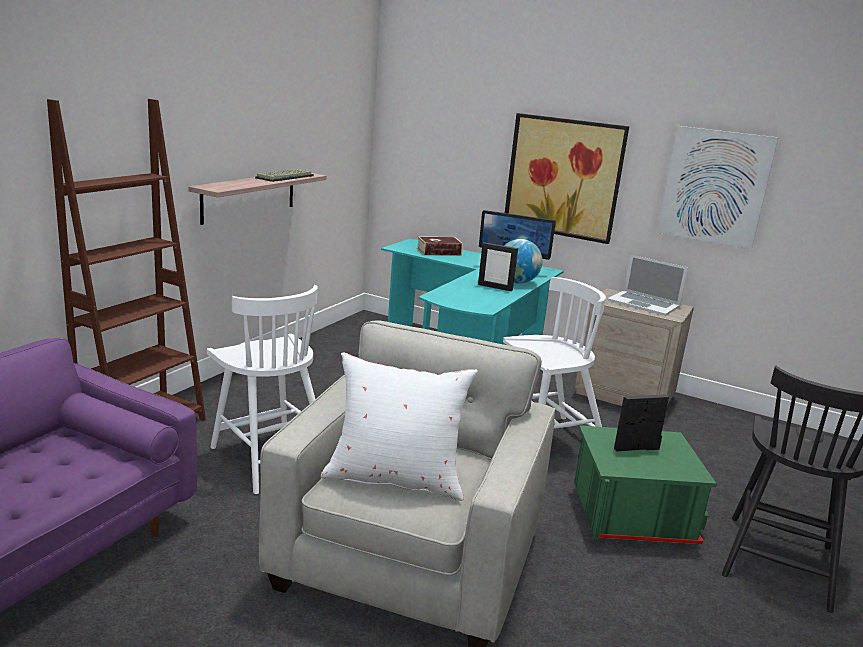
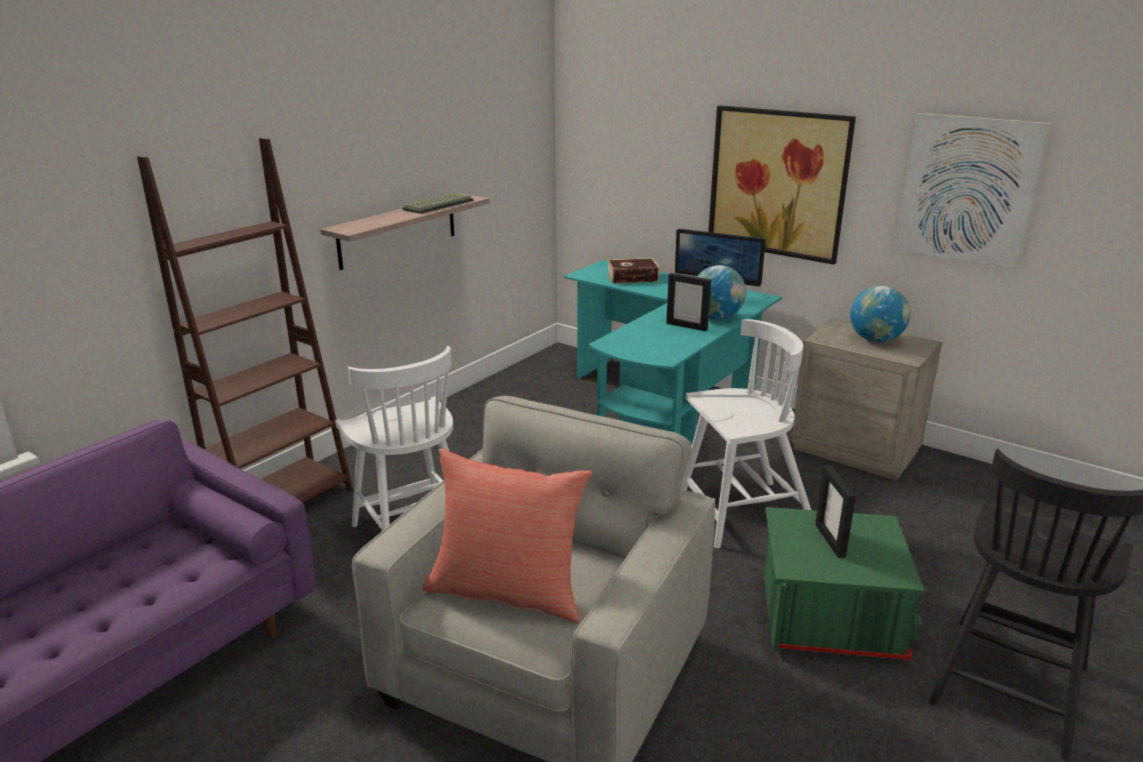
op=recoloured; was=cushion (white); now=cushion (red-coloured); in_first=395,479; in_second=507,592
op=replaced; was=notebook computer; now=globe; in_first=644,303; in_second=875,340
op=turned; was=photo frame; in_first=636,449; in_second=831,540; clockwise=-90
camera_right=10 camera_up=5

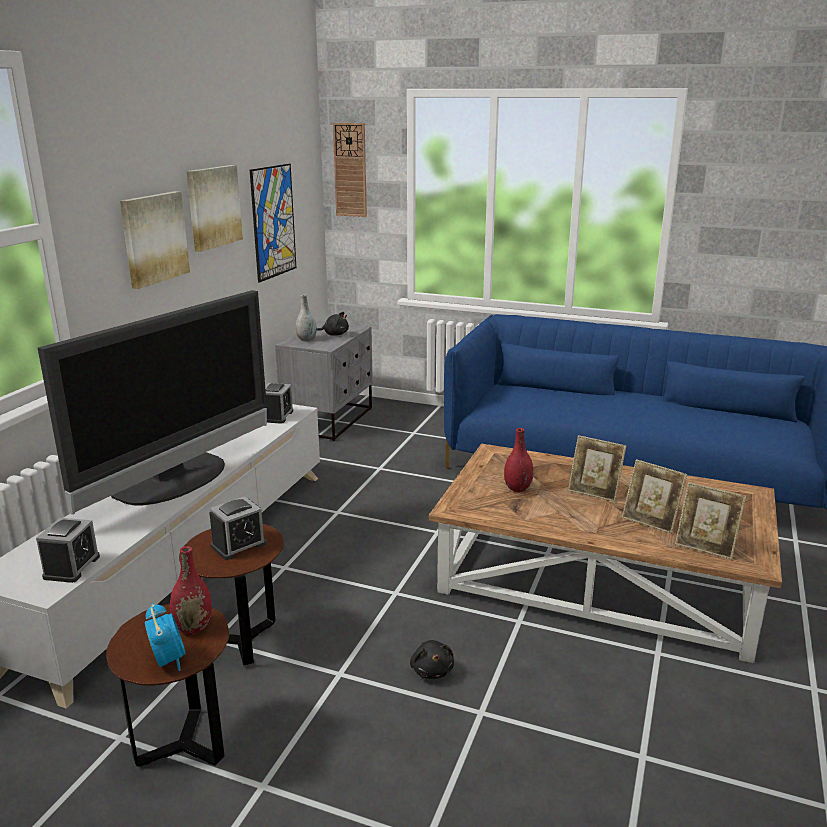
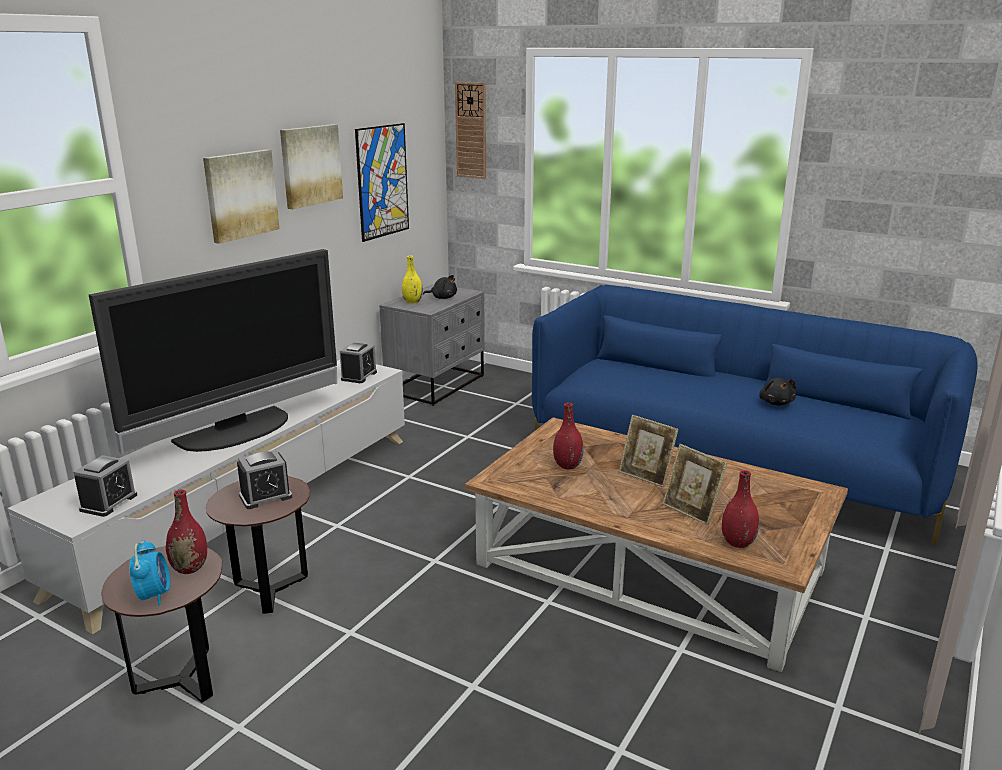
op=recoloured; was=decorative vase (grey); now=decorative vase (yellowish); in_first=306,340; in_second=412,302
op=moved; was=soft toy (black); in_first=432,670; in_second=776,403
op=replaced; was=photo frame; now=decorative vase (red-coloured); in_first=705,547; in_second=737,543
camera_right=10 camera_up=0

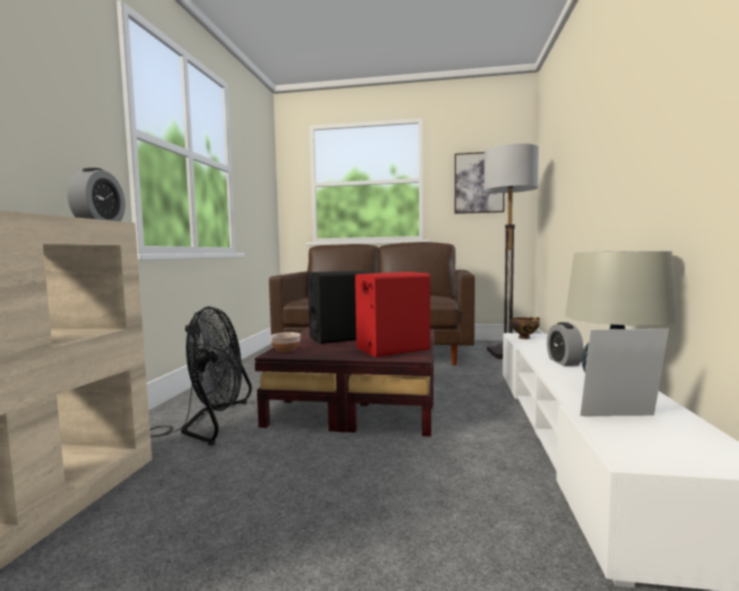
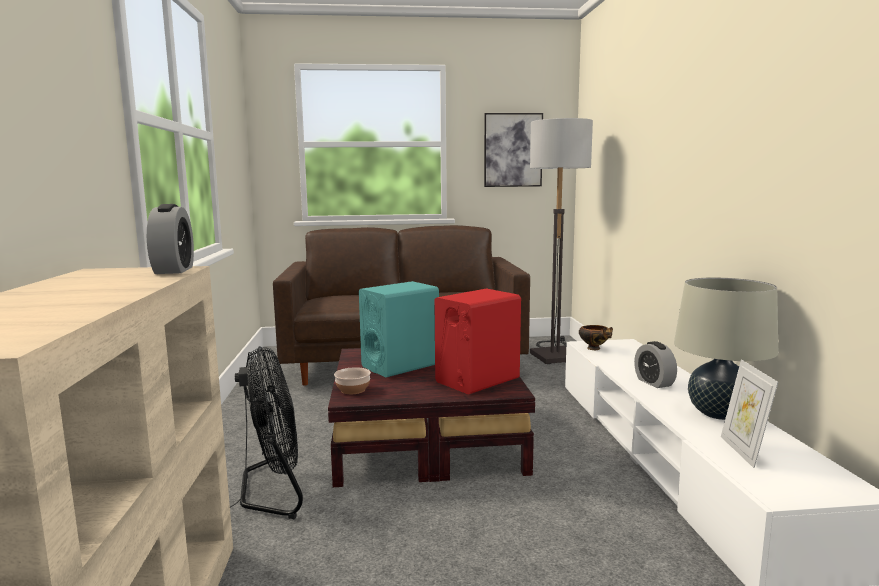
op=recoloured; was=speaker (black); now=speaker (turquoise-coloured); in_first=340,338; in_second=401,365
op=turned; was=photo frame; in_first=621,418; in_second=743,451; clockwise=-75
camera_right=-15 camera_up=5

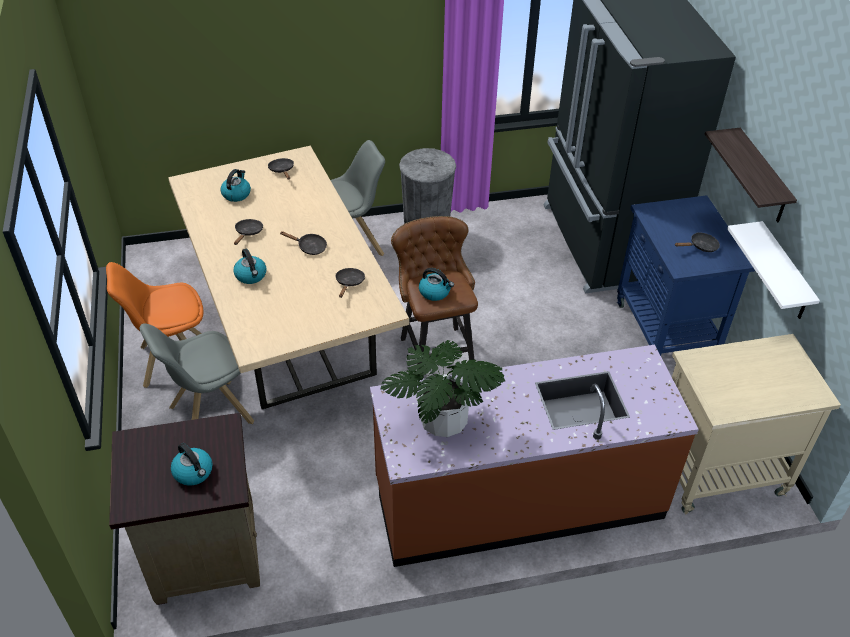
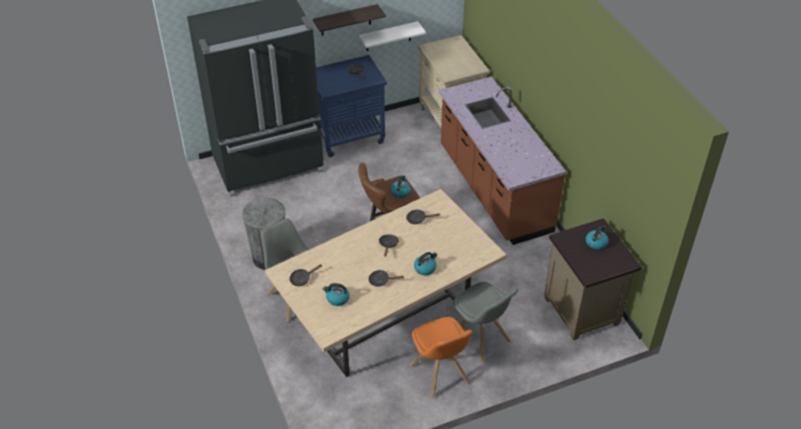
op=removed; was=houseplant; in_first=443,421
camera_right=-100 camera_up=0

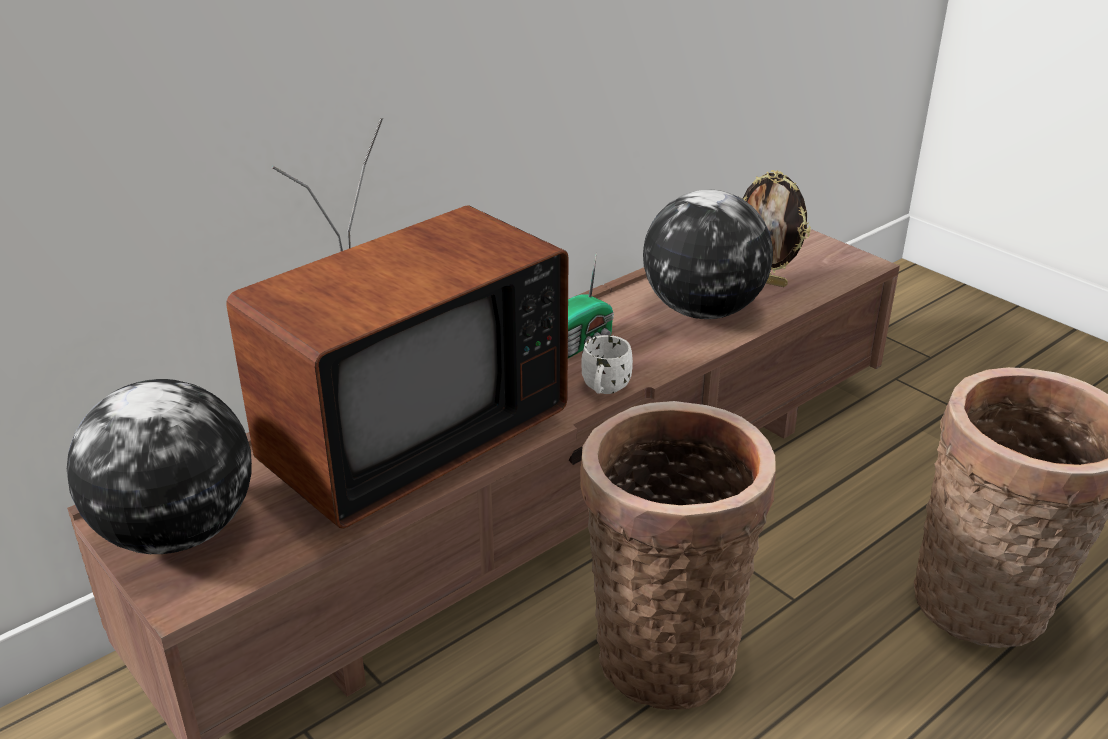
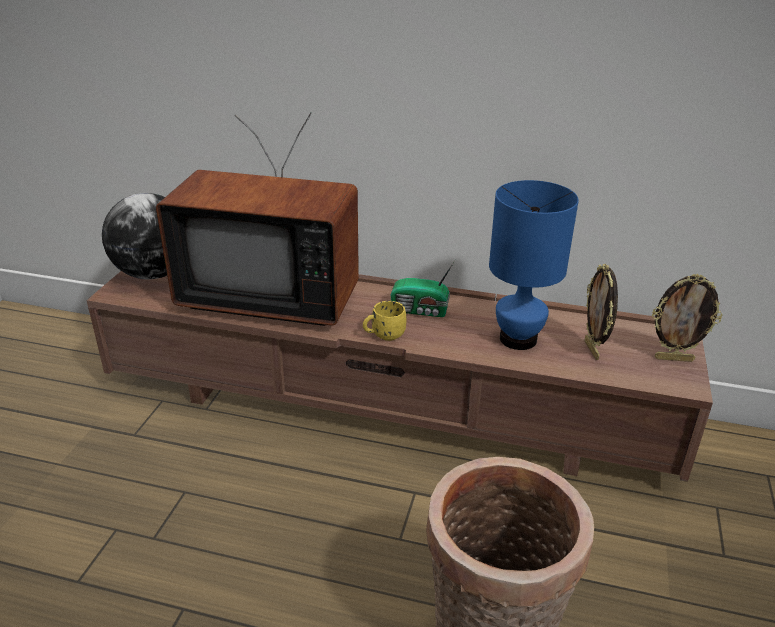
op=removed; was=household basket; in_first=664,648
op=recoloured; was=mug (white); now=mug (yellowish); in_first=604,389; in_second=384,335
op=replaced; was=globe; now=tabletop lamp (bluish); in_first=702,310; in_second=518,338
op=added; now=photo frame; in_second=674,358
camera_right=55 camera_up=0

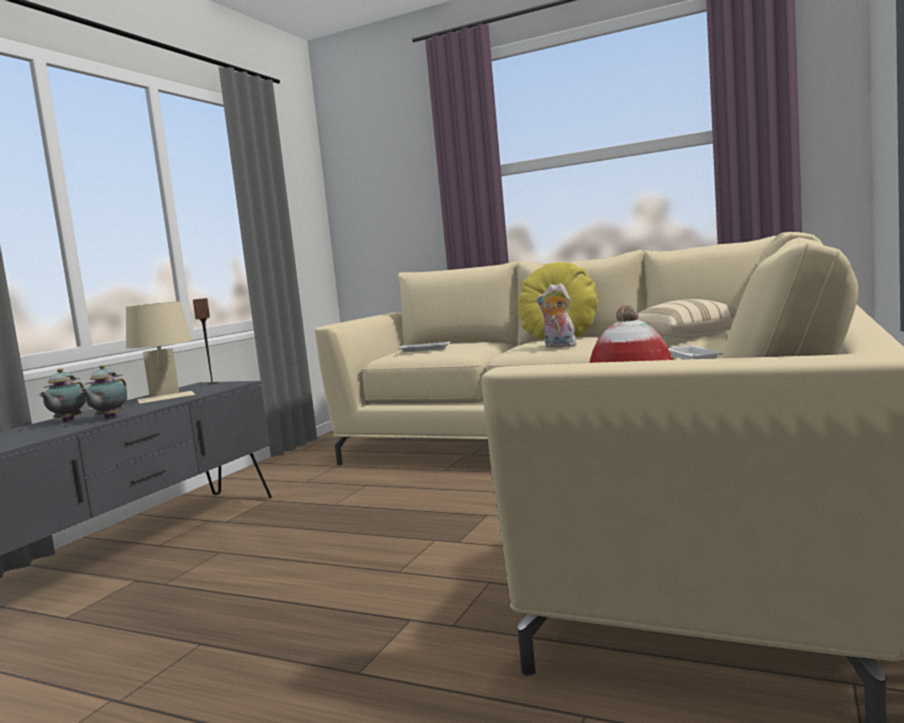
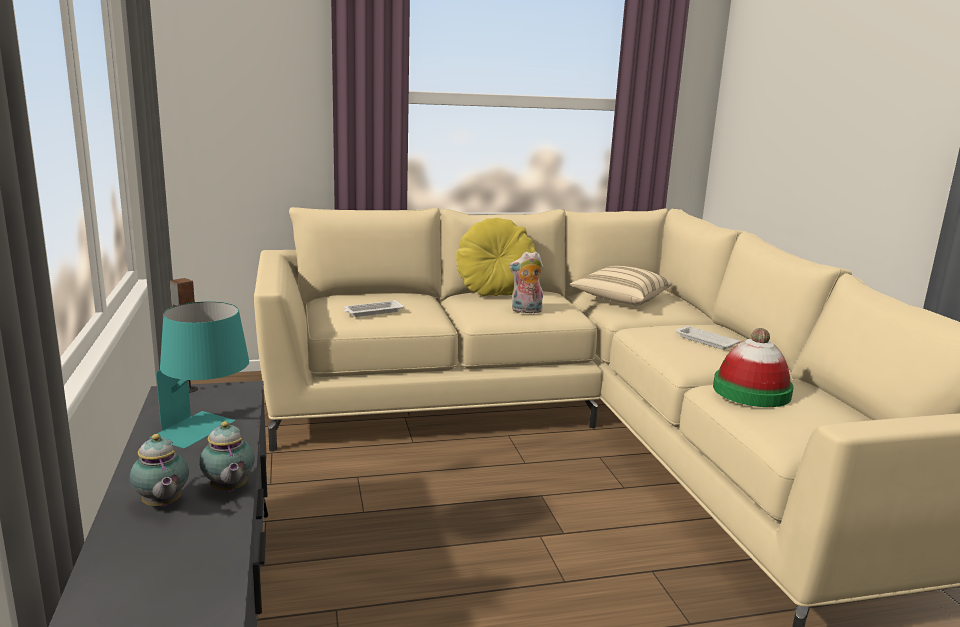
op=recoloured; was=tabletop lamp (sand-coloured); now=tabletop lamp (turquoise-coloured); in_first=167,398; in_second=206,432
camera_right=-40 camera_up=10

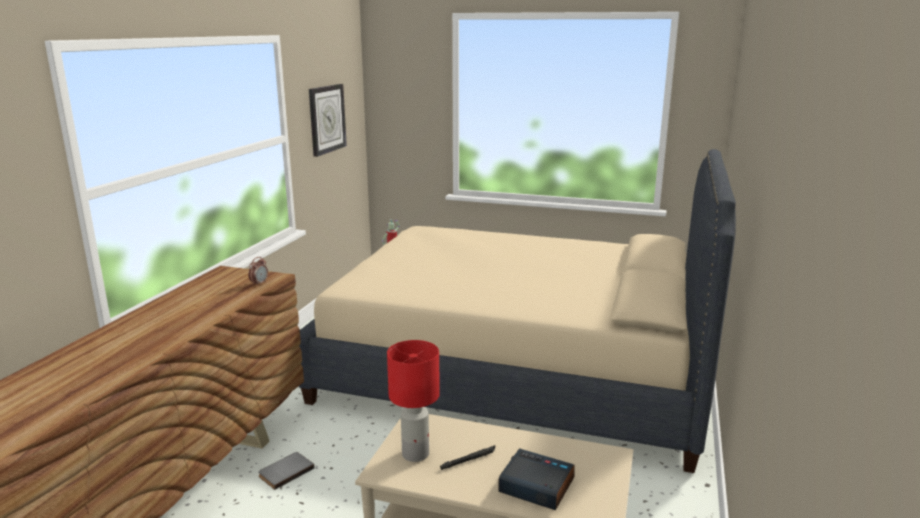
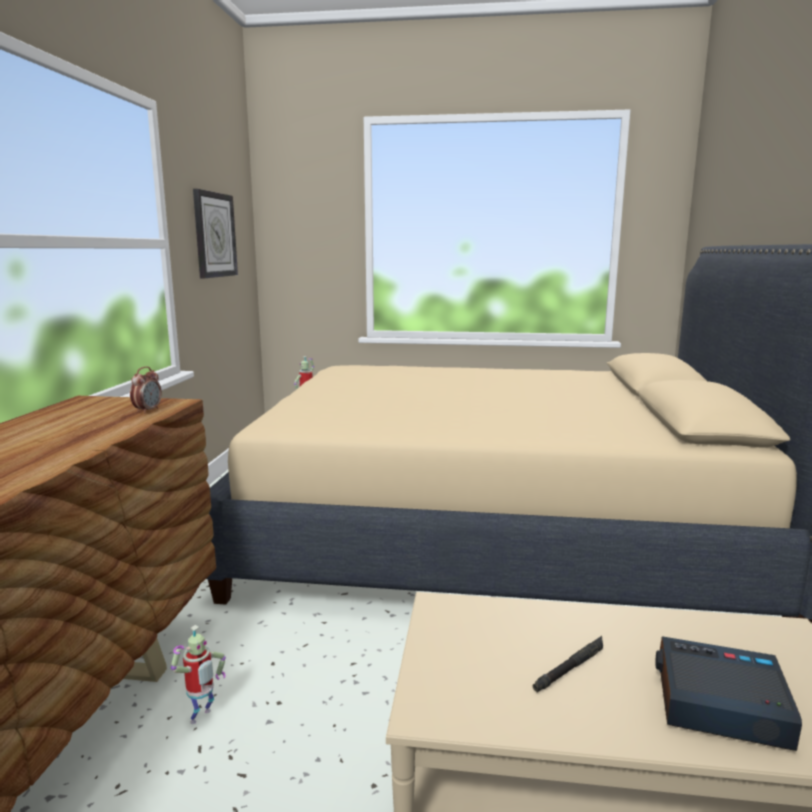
op=replaced; was=volume (grey); now=robot figure; in_first=285,471; in_second=202,718
op=removed; was=tabletop lamp (red-coloured); in_first=415,453
camera_right=-10 camera_up=-5

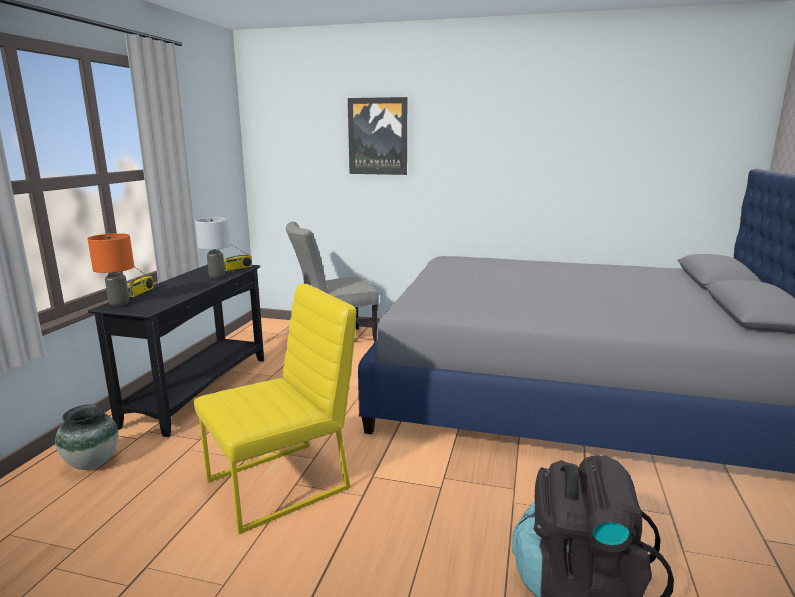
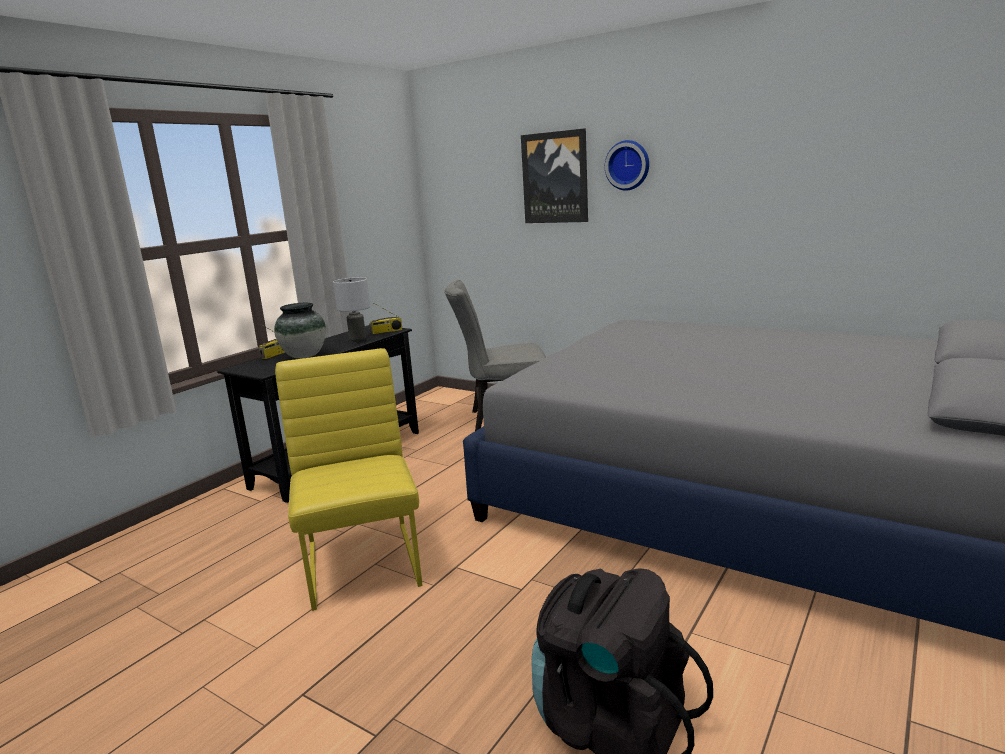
op=moved; was=decorative vase; in_first=92,463; in_second=304,356
op=removed; was=tabletop lamp (orange); in_first=119,304
op=turned; was=upright chair (yellowish); in_first=282,483; in_second=363,561; clockwise=-90
op=added; now=wall clock; in_second=628,165
camera_right=20 camera_up=0

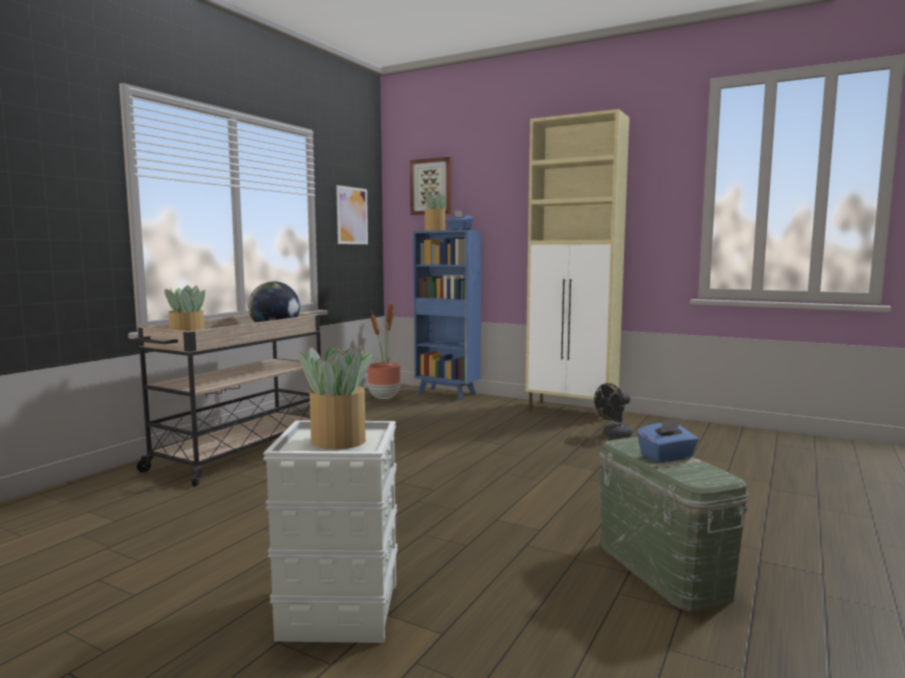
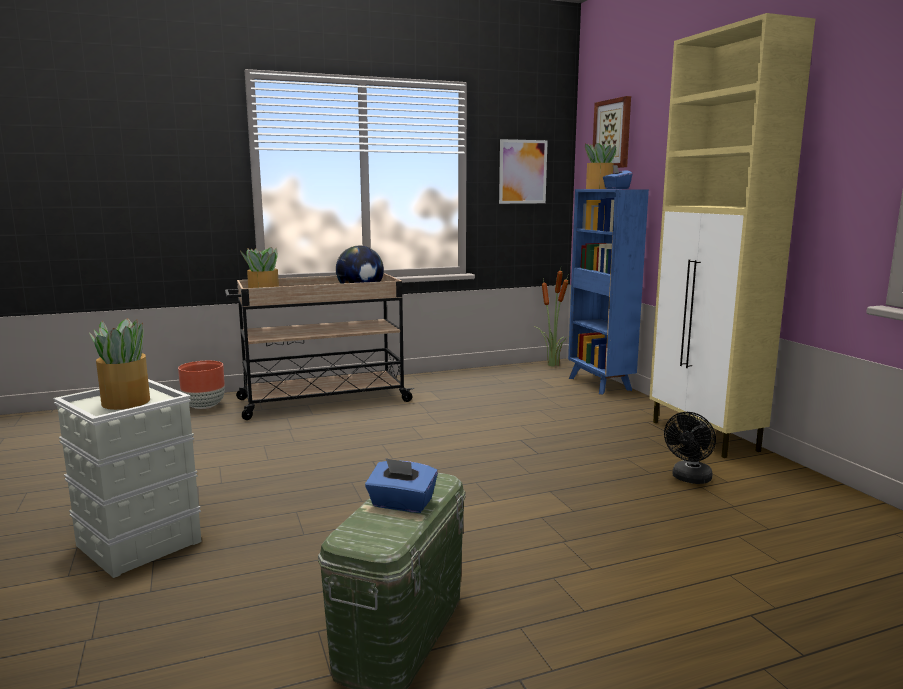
op=moved; was=plant pot (brown); in_first=384,398; in_second=204,407
op=turned; was=cooling fan (black); in_first=614,435; in_second=689,479; clockwise=-60
camera_right=40 camera_up=5

